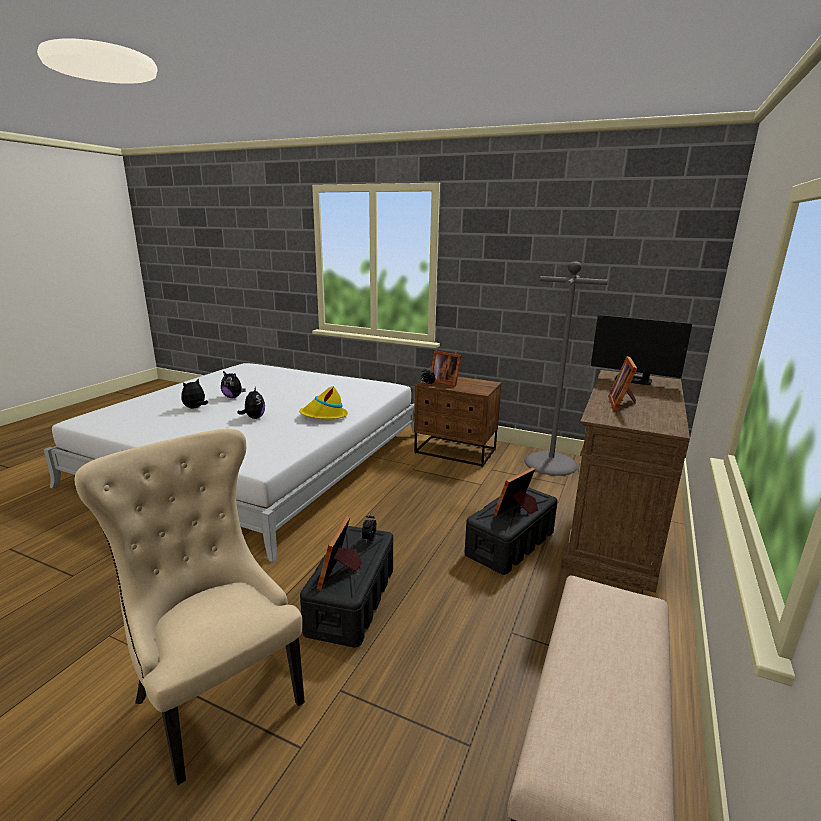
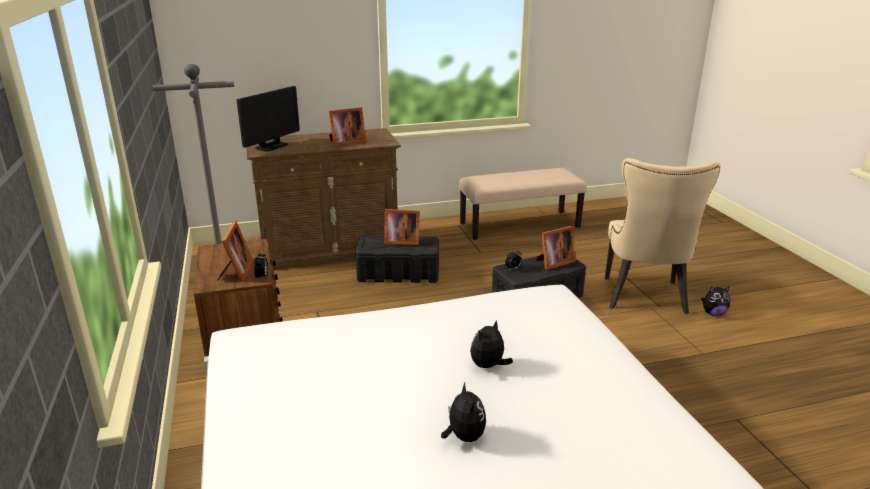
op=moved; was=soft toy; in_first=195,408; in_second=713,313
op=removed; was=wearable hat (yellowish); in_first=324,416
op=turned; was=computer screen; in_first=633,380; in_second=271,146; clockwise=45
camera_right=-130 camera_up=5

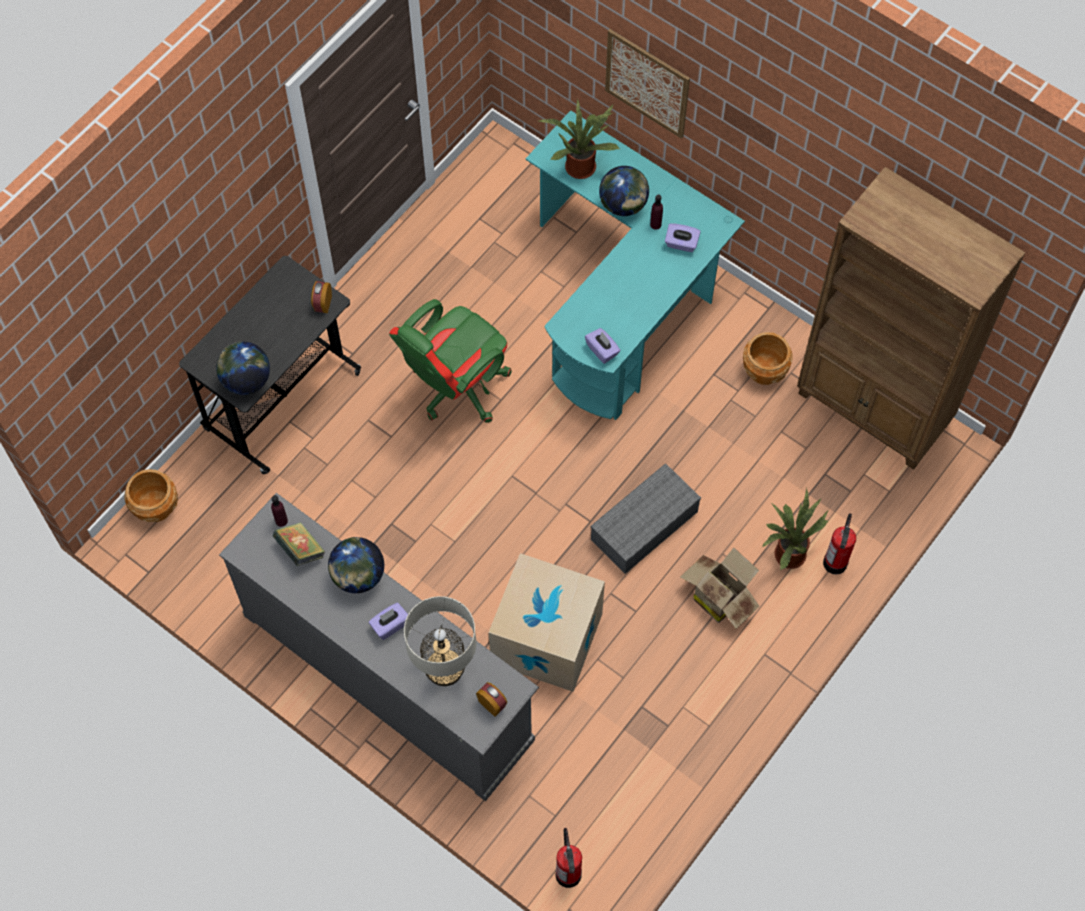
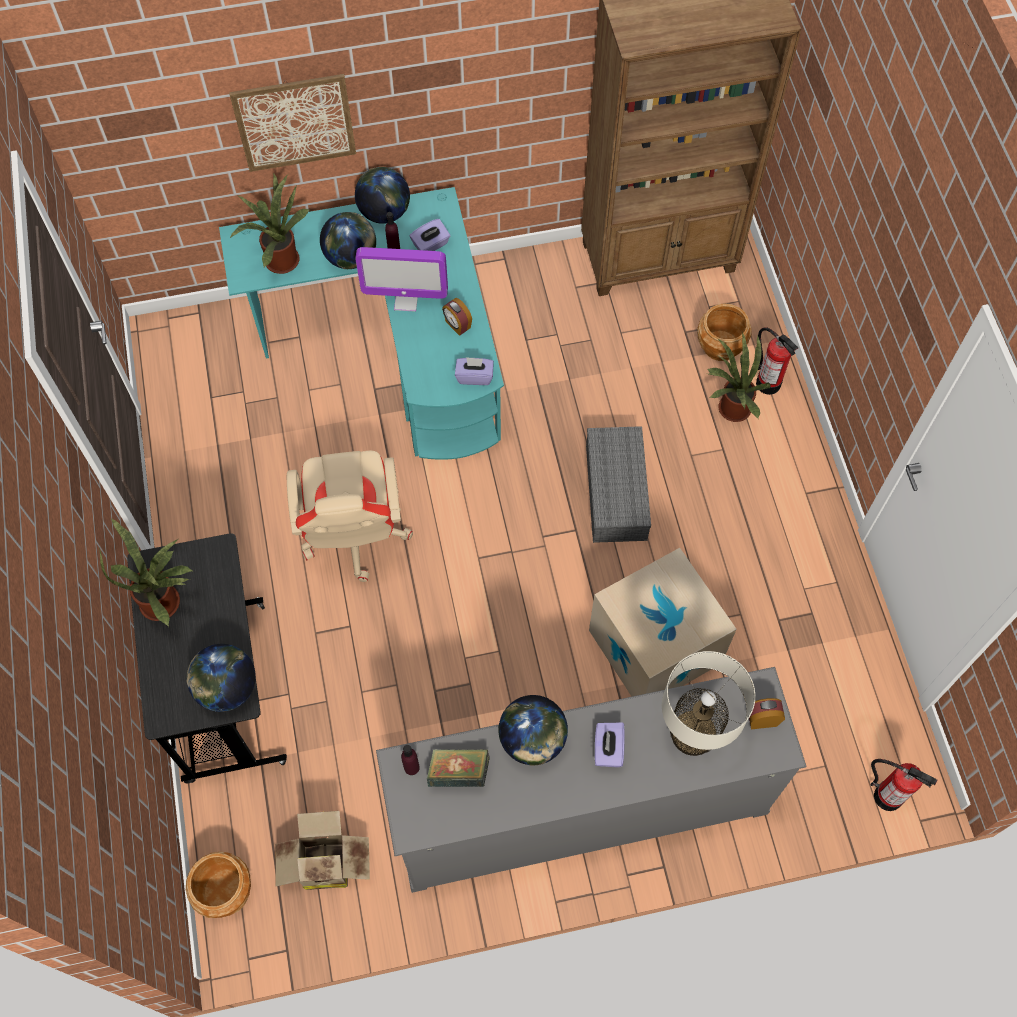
op=moved; was=alarm clock; in_first=322,303; in_second=457,325
op=recoloured; was=office chair (green); now=office chair (sand-coloured); in_first=454,390; in_second=355,541
op=moved; was=cardboard box; in_first=719,597; in_second=324,862
op=moved; was=plant pot (brown); in_first=765,370; in_second=720,346
op=added; now=houseplant; in_second=164,601
op=added; now=globe; in_second=384,213
op=added; now=computer screen; in_second=406,300
camera_right=-50 camera_up=0

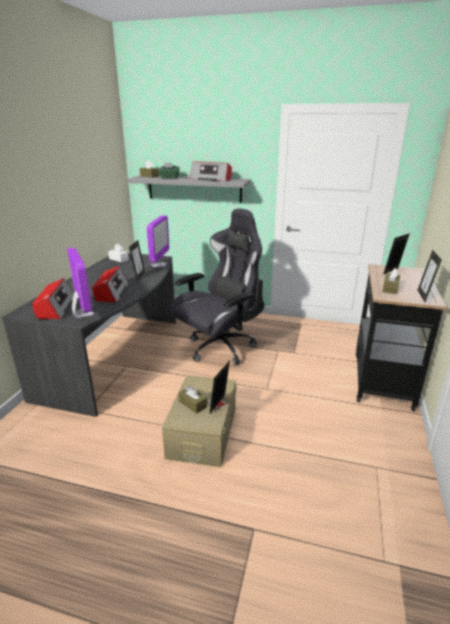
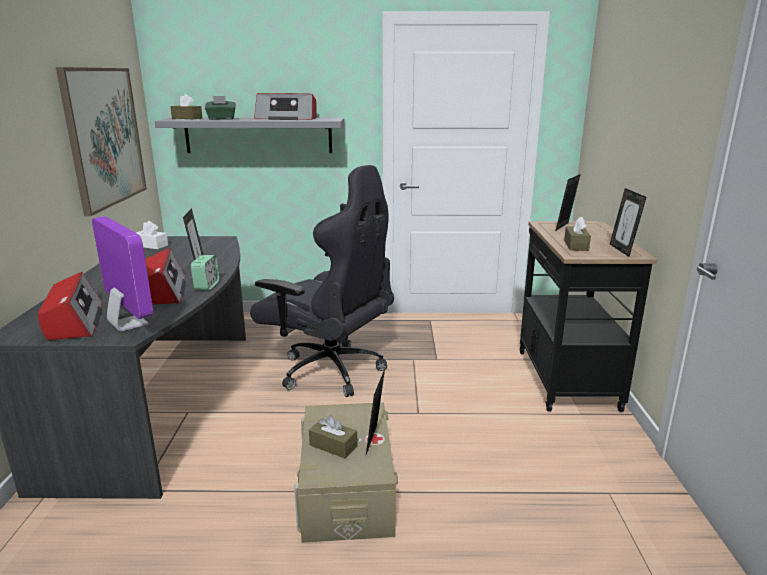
op=removed; was=computer screen; in_first=159,265
op=turned; was=office chair (black); in_first=218,350; in_second=326,369; clockwise=90
op=added; now=picture; in_second=104,137
op=added; now=alarm clock; in_second=207,286
camera_right=-15 camera_up=-5

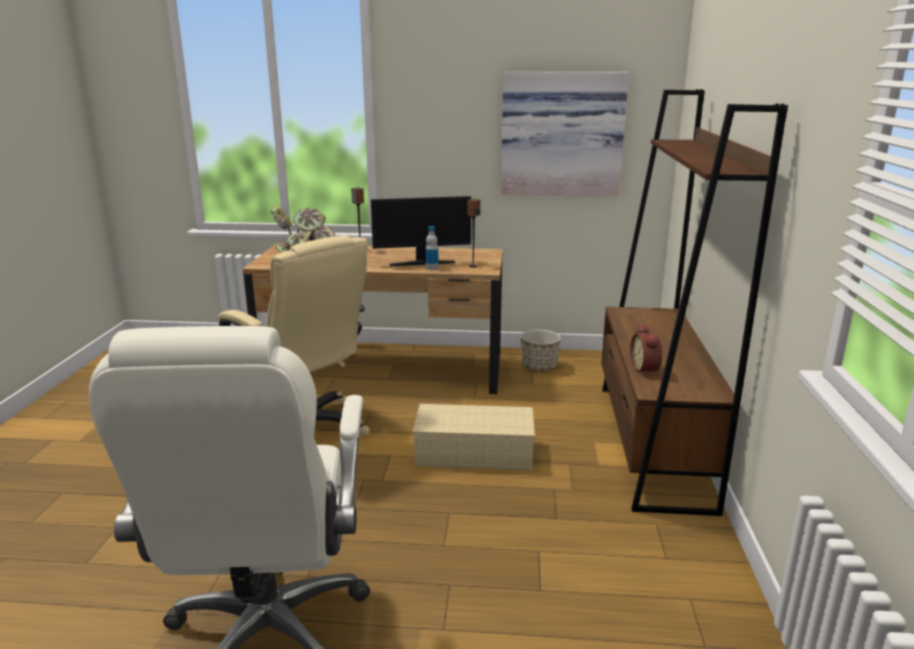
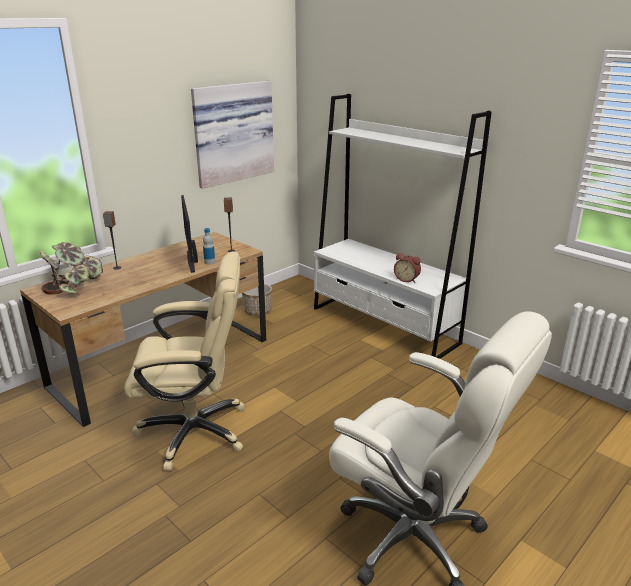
op=turned; was=computer screen; in_first=422,263; in_second=192,261; clockwise=135
op=removed; was=storage box (sand-coloured); in_first=476,452
op=recoloured; was=shelving unit (brown); now=shelving unit (white); in_first=652,443; in_second=384,325
camera_right=-50 camera_up=5

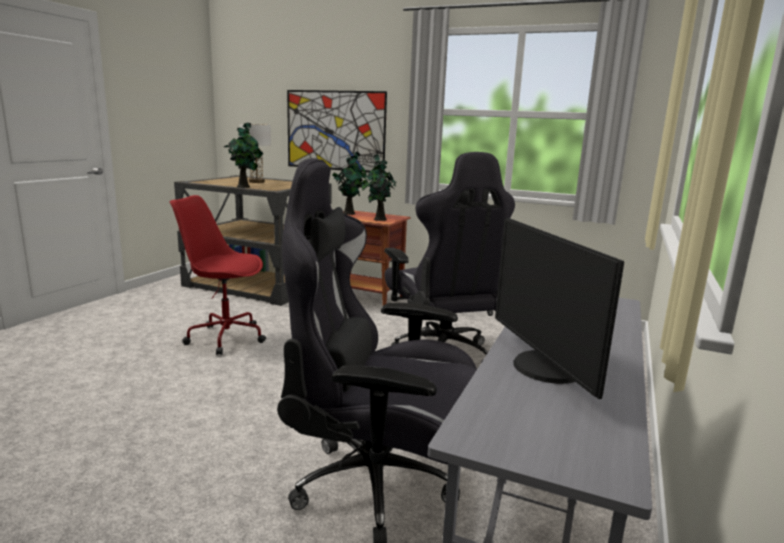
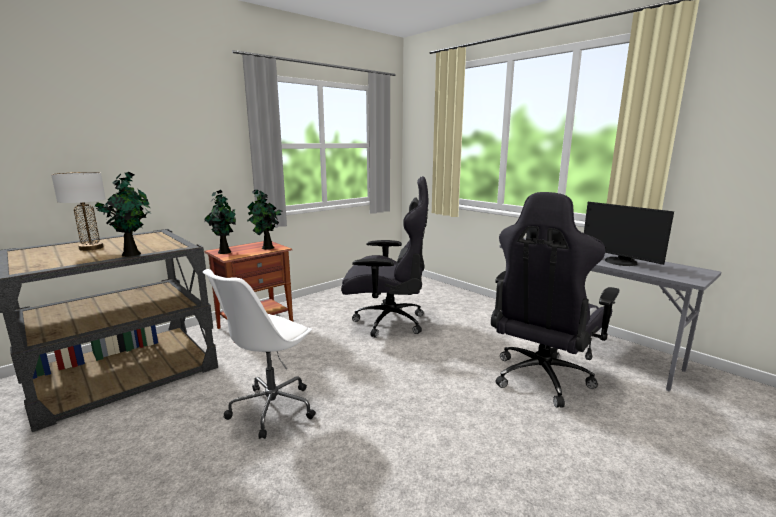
op=recoloured; was=office chair (red-coloured); now=office chair (white); in_first=224,338; in_second=270,410
op=removed; was=picture; in_first=335,130
op=turned; was=computer screen; in_first=544,368; in_second=620,262; clockwise=45
camera_right=-65 camera_up=0

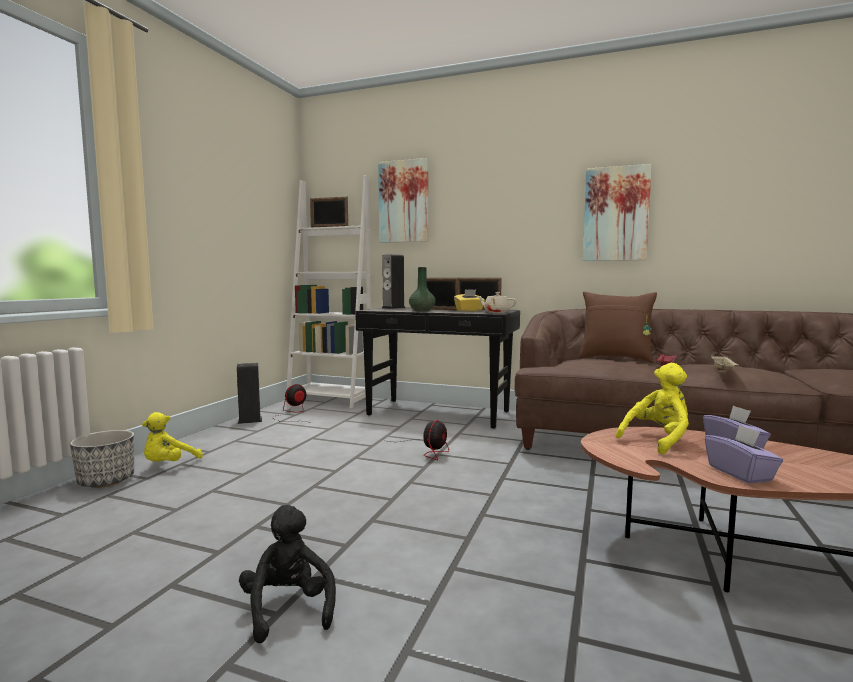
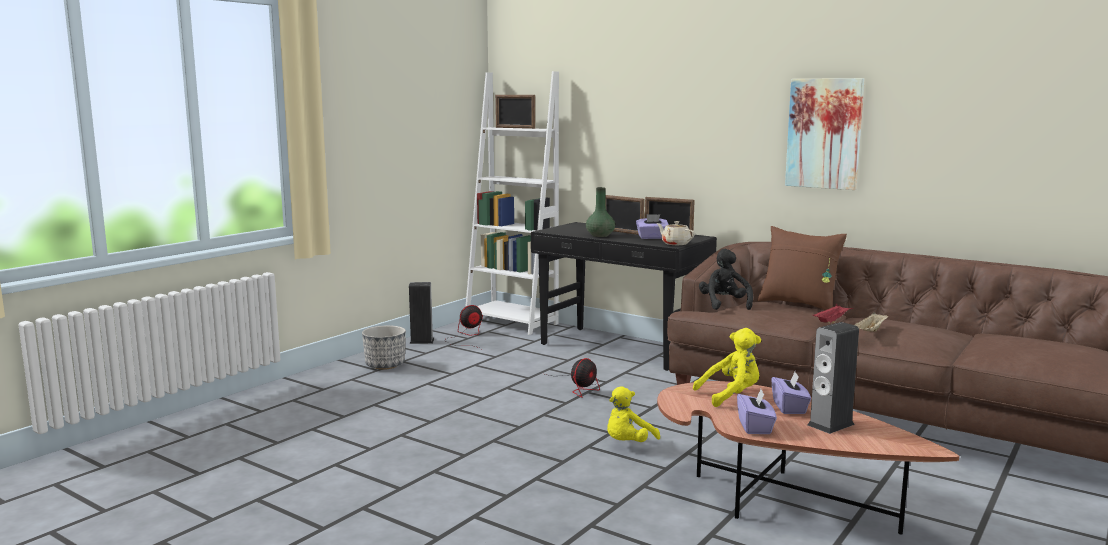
op=moved; was=plant pot; in_first=107,481; in_second=385,365
op=moved; was=soft toy (yellowish); in_first=169,465; in_second=628,444
op=moved; was=soft toy (black); in_first=288,609; in_second=724,305
op=removed; was=picture; in_first=404,202
op=moved; was=speaker; in_first=393,308; in_second=830,424
op=recoloured; was=tissue box (yellowish); now=tissue box (purple); in_first=469,310; in_second=652,237
camera_right=15 camera_up=5

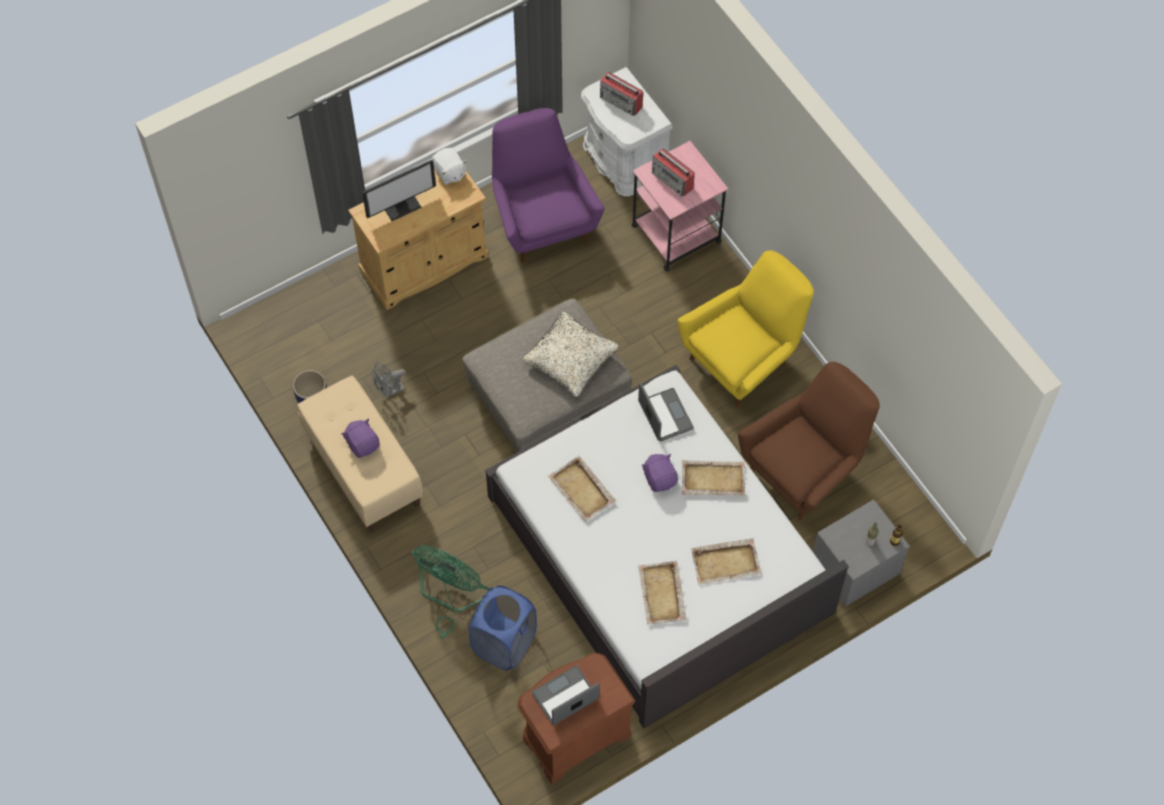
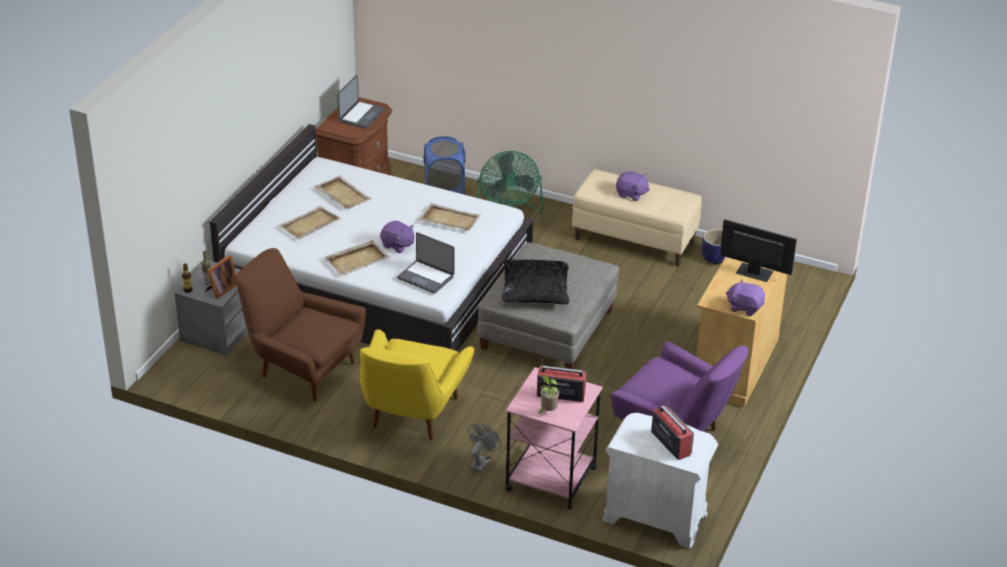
op=turned; was=computer screen; in_first=402,206; in_second=753,272; clockwise=90
op=moved; was=cooling fan (grey); in_first=389,391; in_second=481,462
op=recoloured; was=soft toy (white); now=soft toy (purple); in_first=449,173; in_second=744,307
op=recoloured; was=cushion (sand-coloured); now=cushion (black); in_first=569,359; in_second=535,290
op=turned; was=radio set; in_first=621,102; in_second=670,443; clockwise=60
op=turned; was=easy chair (brown); in_first=804,471; in_second=302,369; clockwise=105
op=added; now=photo frame; in_second=221,289
op=added; now=houseplant; in_second=547,411
camera_right=145 camera_up=-25

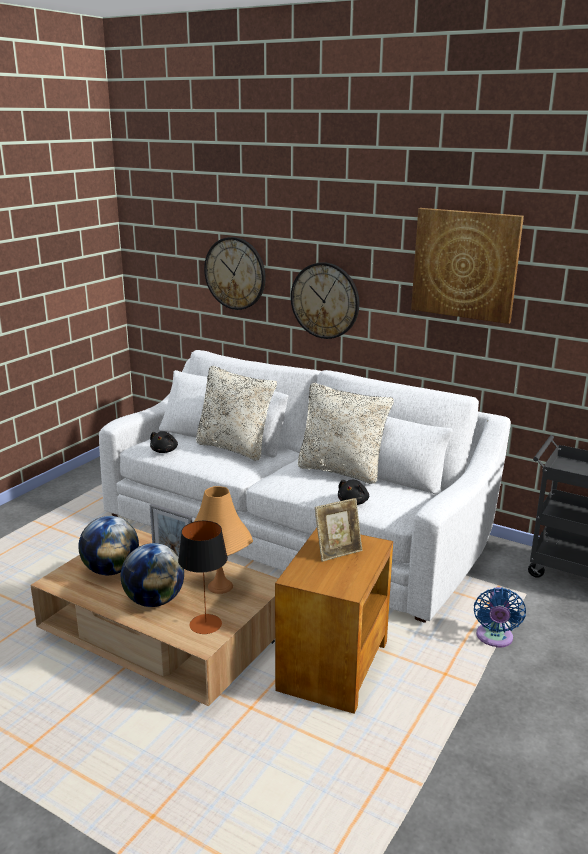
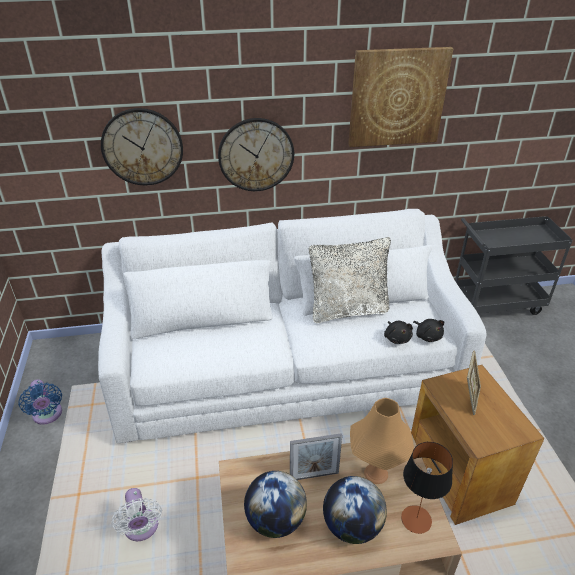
op=moved; was=soft toy (black); in_first=164,451; in_second=427,336
op=removed; was=cushion (sand-coloured); in_first=234,450
op=moved; was=cooling fan (bluish); in_first=494,638; in_second=48,415
op=added; now=cooling fan (white); in_second=141,529
camera_right=-40 camera_up=15

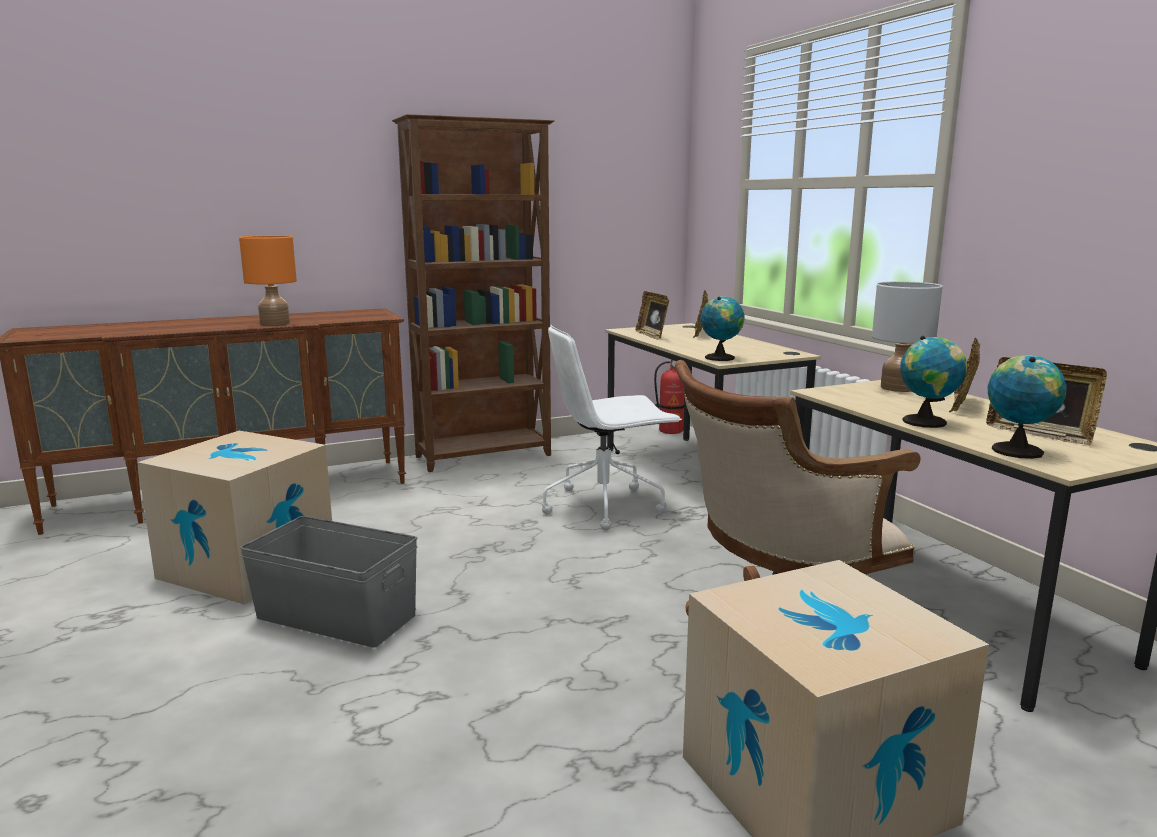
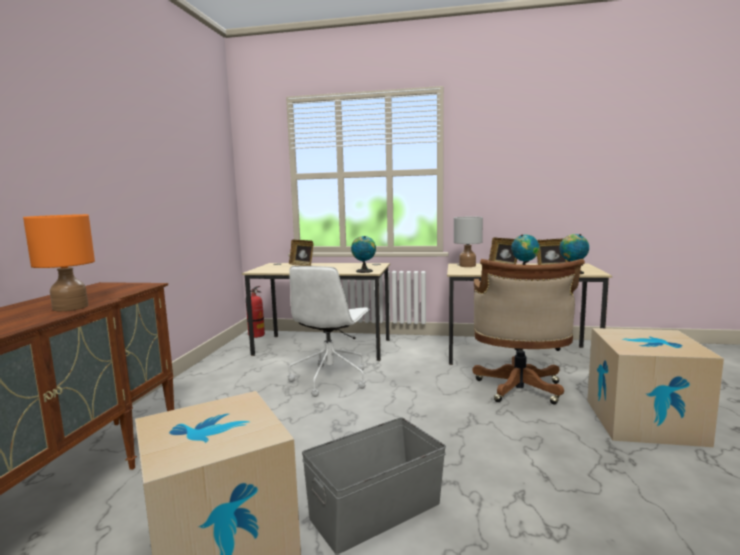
op=removed; was=shelving unit (brown); in_first=485,456
op=removed; was=photo frame; in_first=652,336
camera_right=-55 camera_up=-5

